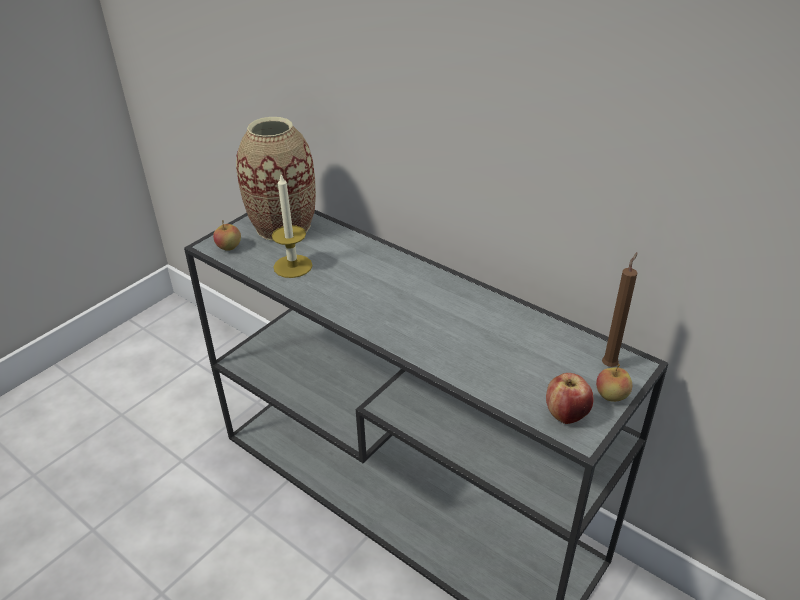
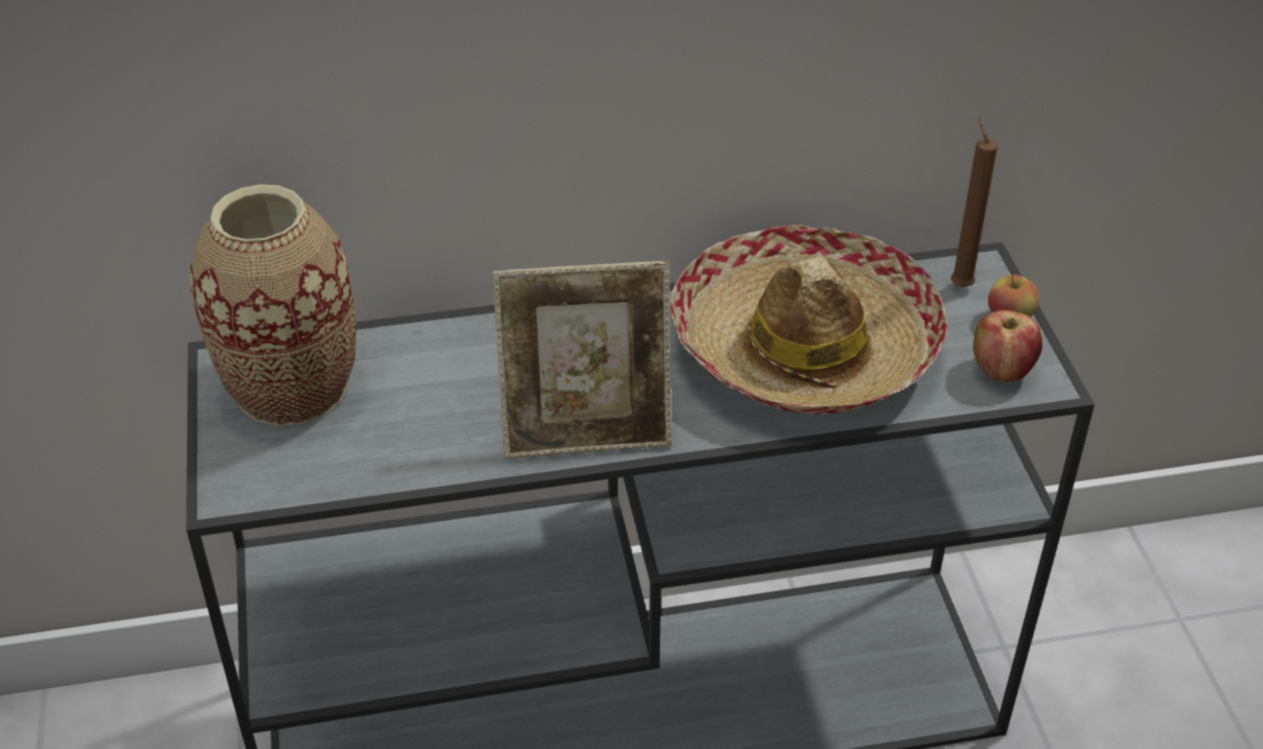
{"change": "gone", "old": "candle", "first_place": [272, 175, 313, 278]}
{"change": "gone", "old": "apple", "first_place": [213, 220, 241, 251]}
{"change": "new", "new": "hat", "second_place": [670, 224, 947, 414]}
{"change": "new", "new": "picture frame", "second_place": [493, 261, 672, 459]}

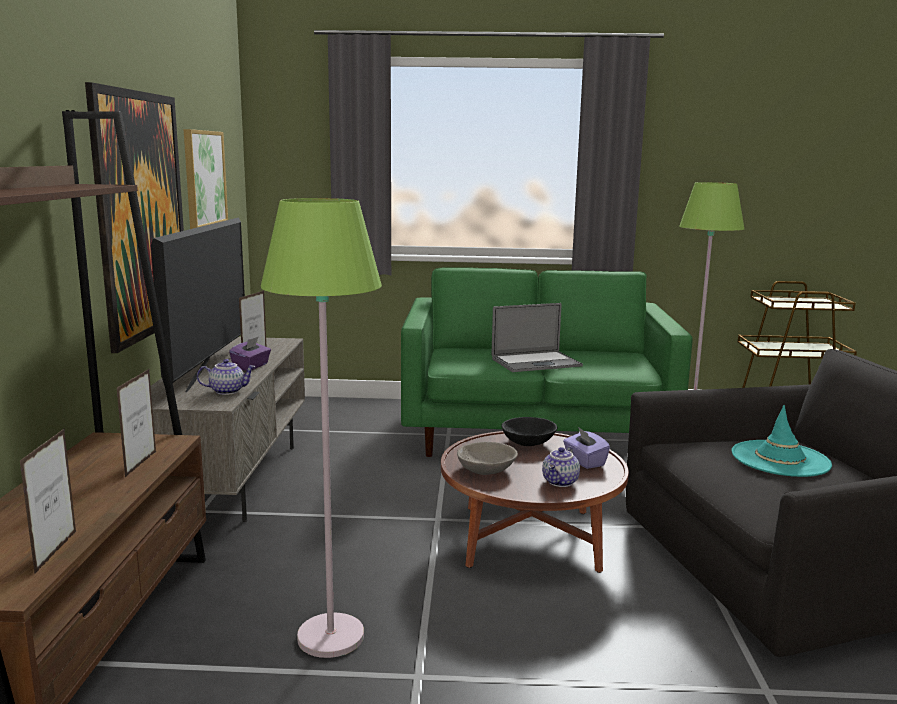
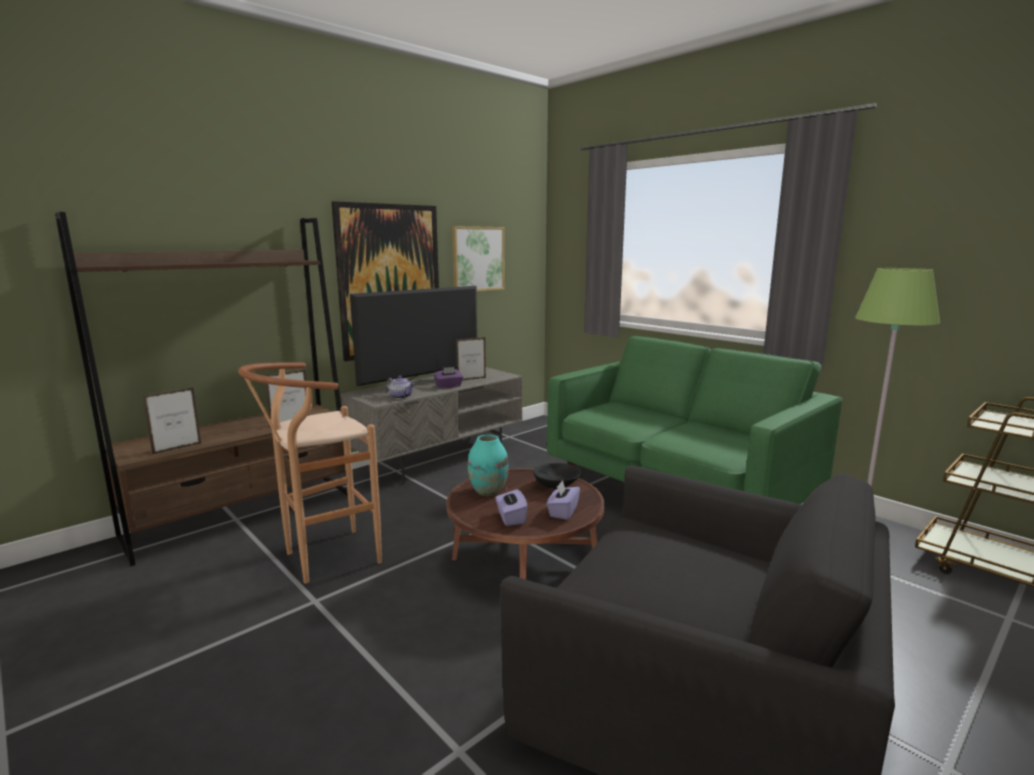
{"change": "swapped", "old": "floor lamp/green", "new": "stool/brown", "first_place": [261, 198, 382, 658], "second_place": [238, 362, 382, 584]}
{"change": "gone", "old": "laptop", "first_place": [492, 303, 583, 372]}
{"change": "gone", "old": "hat/turquoise", "first_place": [732, 405, 832, 477]}
{"change": "swapped", "old": "bowl/grey", "new": "vase/turquoise", "first_place": [457, 442, 518, 475], "second_place": [468, 435, 508, 496]}
{"change": "swapped", "old": "teapot", "new": "tissue box/purple", "first_place": [542, 446, 580, 487], "second_place": [495, 488, 528, 526]}

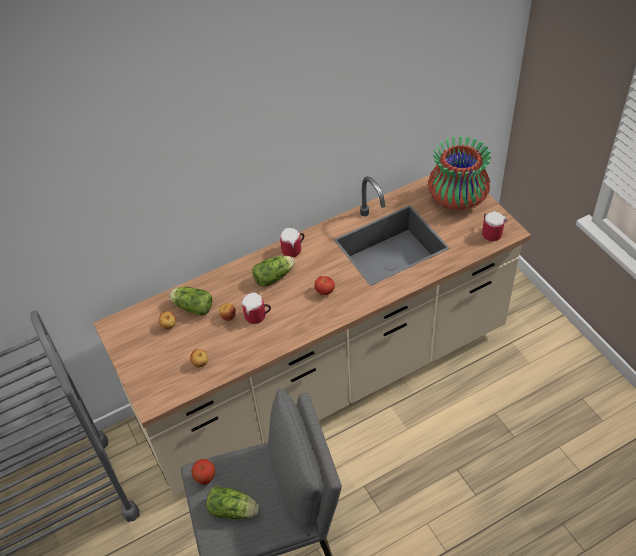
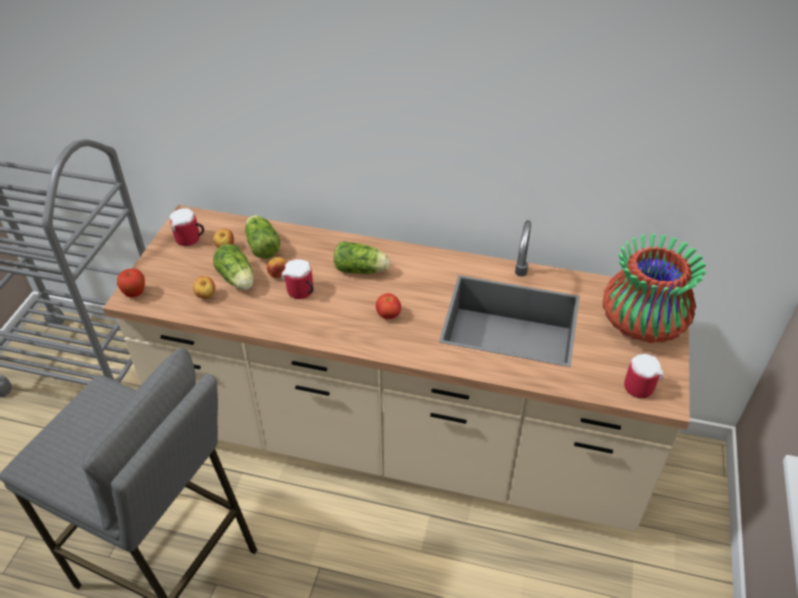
{"change": "shifted", "old": "mug", "first_place": [280, 228, 304, 257], "second_place": [169, 208, 204, 246]}
{"change": "shifted", "old": "apple", "first_place": [191, 459, 215, 485], "second_place": [117, 269, 145, 297]}
{"change": "shifted", "old": "lettuce", "first_place": [206, 486, 259, 520], "second_place": [213, 244, 254, 290]}

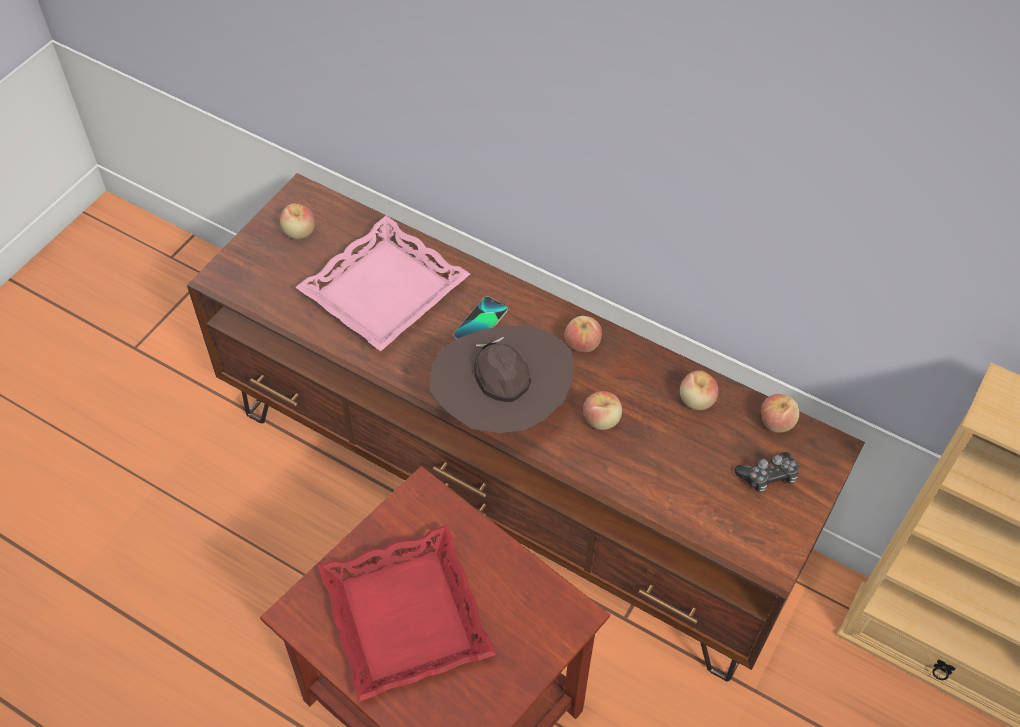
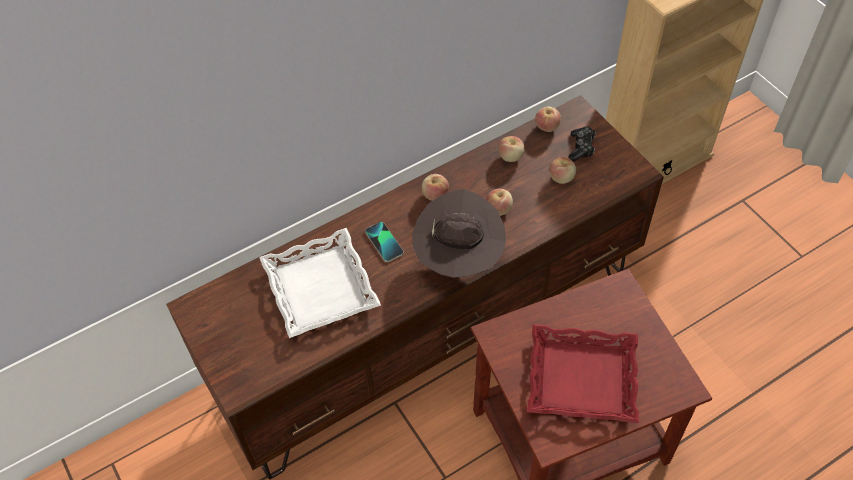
{"change": "shifted", "old": "apple", "first_place": [280, 203, 315, 239], "second_place": [549, 157, 576, 184]}
{"change": "repainted", "old": "tray/pink", "new": "tray/white", "first_place": [296, 216, 470, 351], "second_place": [259, 228, 381, 338]}

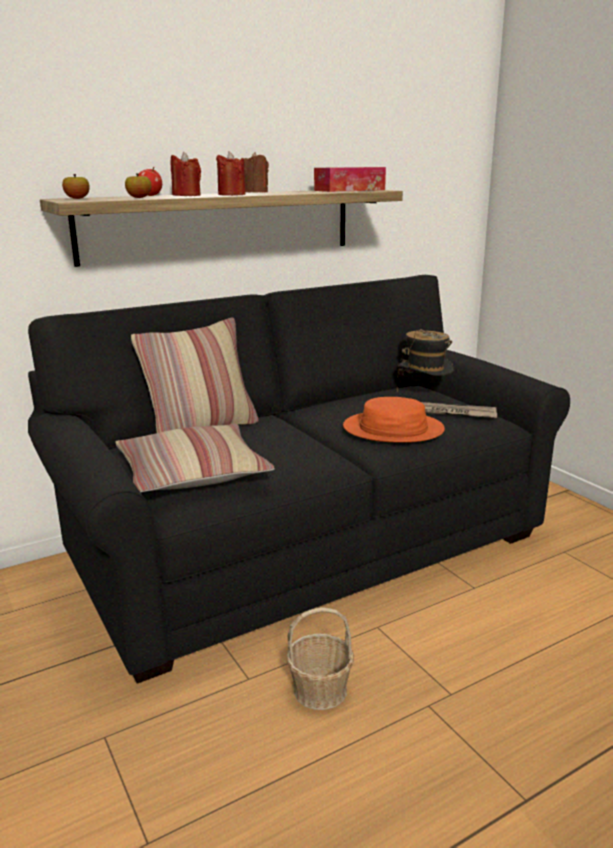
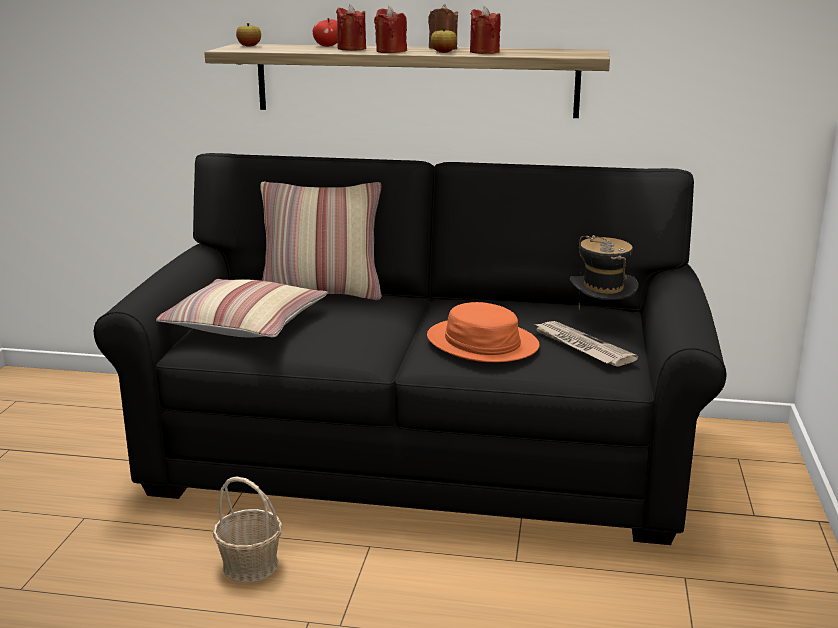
{"change": "gone", "old": "tissue box", "first_place": [314, 167, 386, 192]}
{"change": "shifted", "old": "apple", "first_place": [125, 173, 151, 198], "second_place": [431, 28, 457, 53]}
{"change": "new", "new": "candle/red", "second_place": [470, 6, 501, 54]}

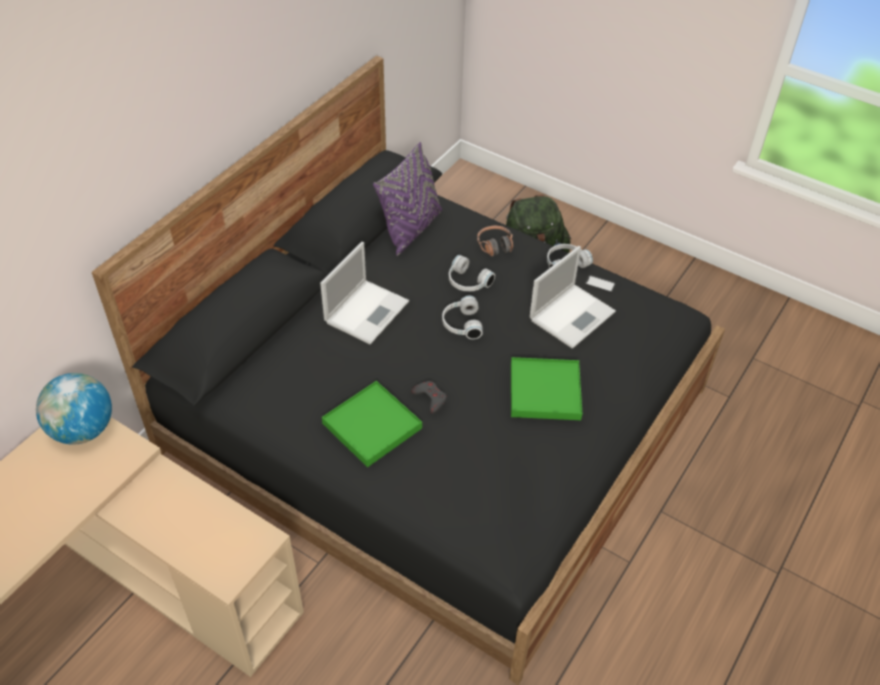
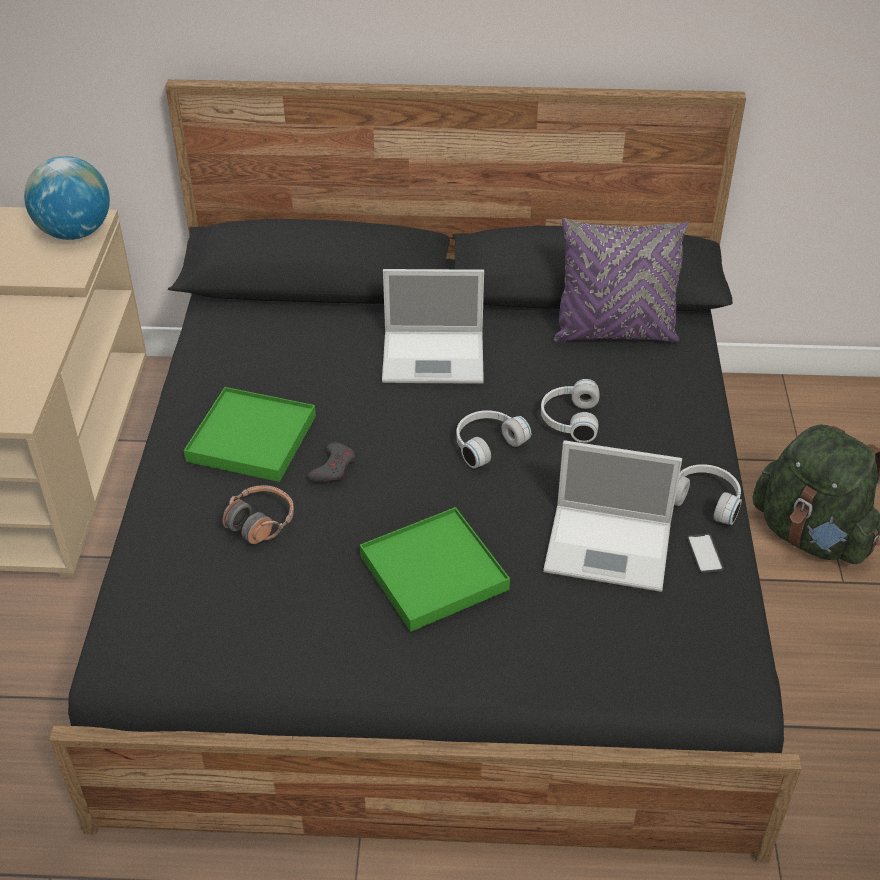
{"change": "shifted", "old": "headphones", "first_place": [477, 226, 513, 257], "second_place": [223, 485, 294, 544]}

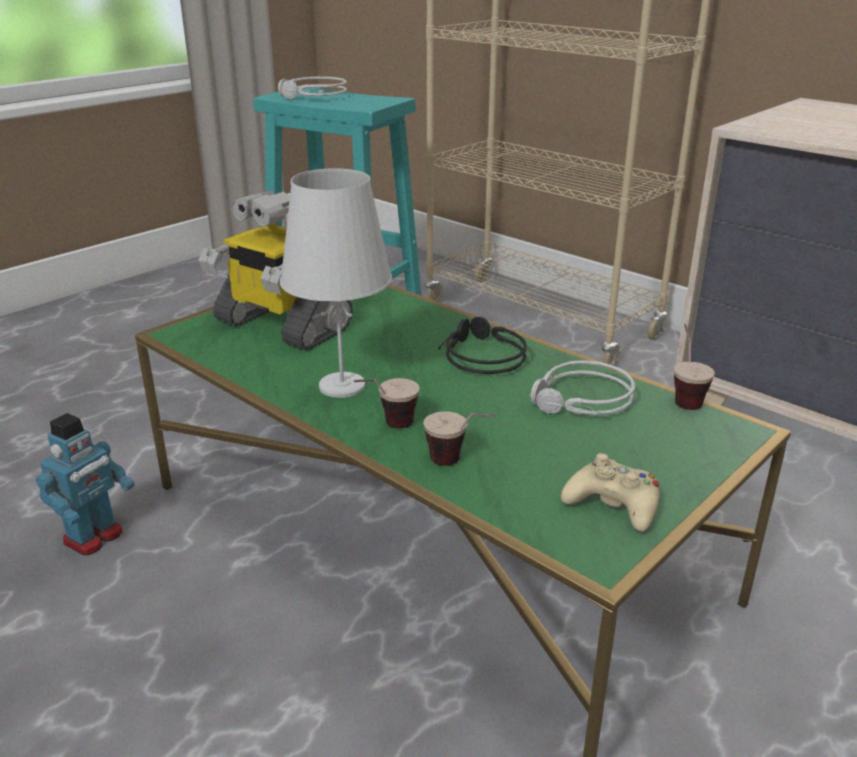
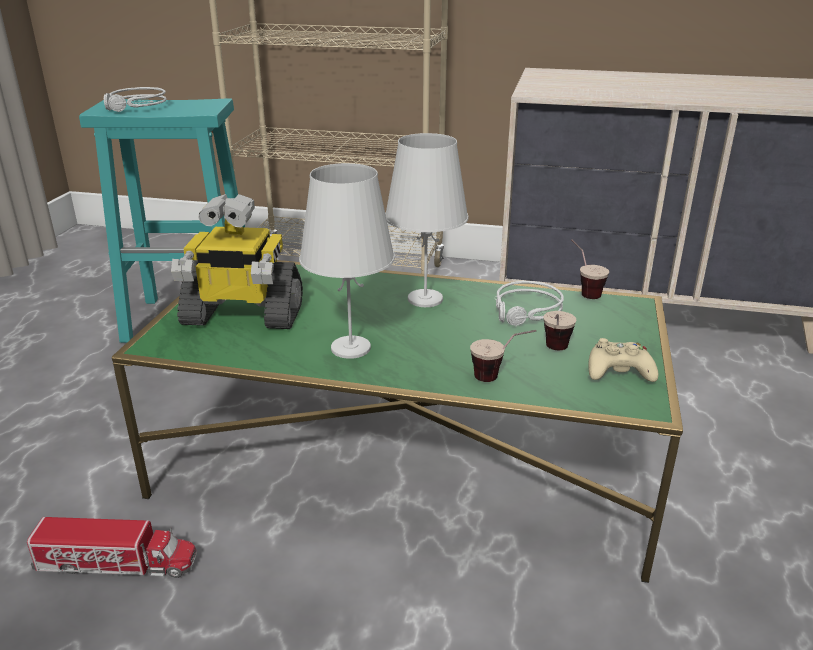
{"change": "swapped", "old": "headphones/black", "new": "table lamp/white", "first_place": [438, 317, 527, 374], "second_place": [385, 133, 469, 307]}
{"change": "shifted", "old": "cup", "first_place": [354, 378, 420, 429], "second_place": [544, 311, 576, 350]}
{"change": "swapped", "old": "toy robot", "new": "toy truck", "first_place": [36, 413, 135, 555], "second_place": [27, 517, 197, 578]}

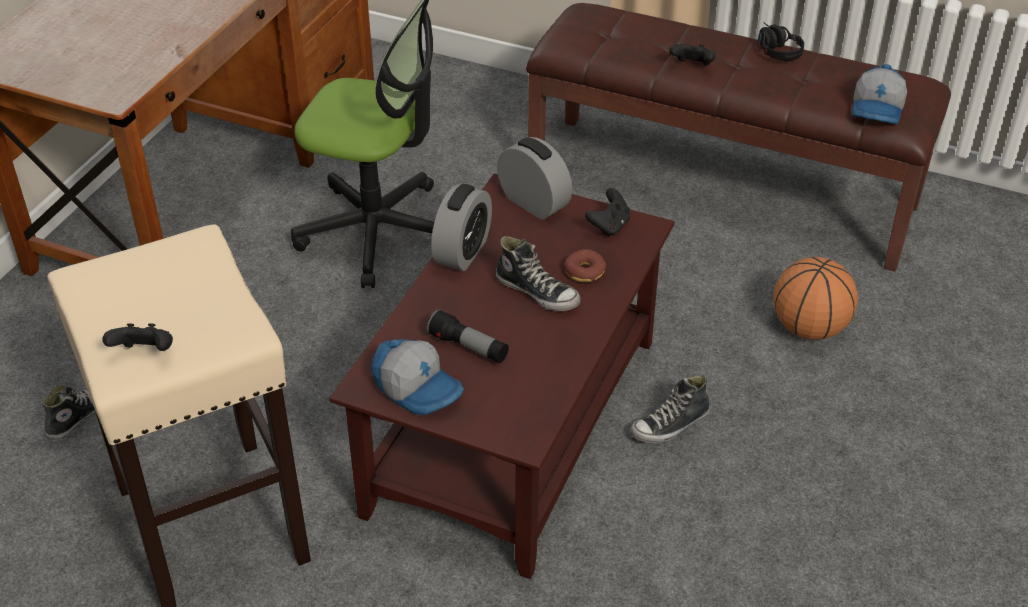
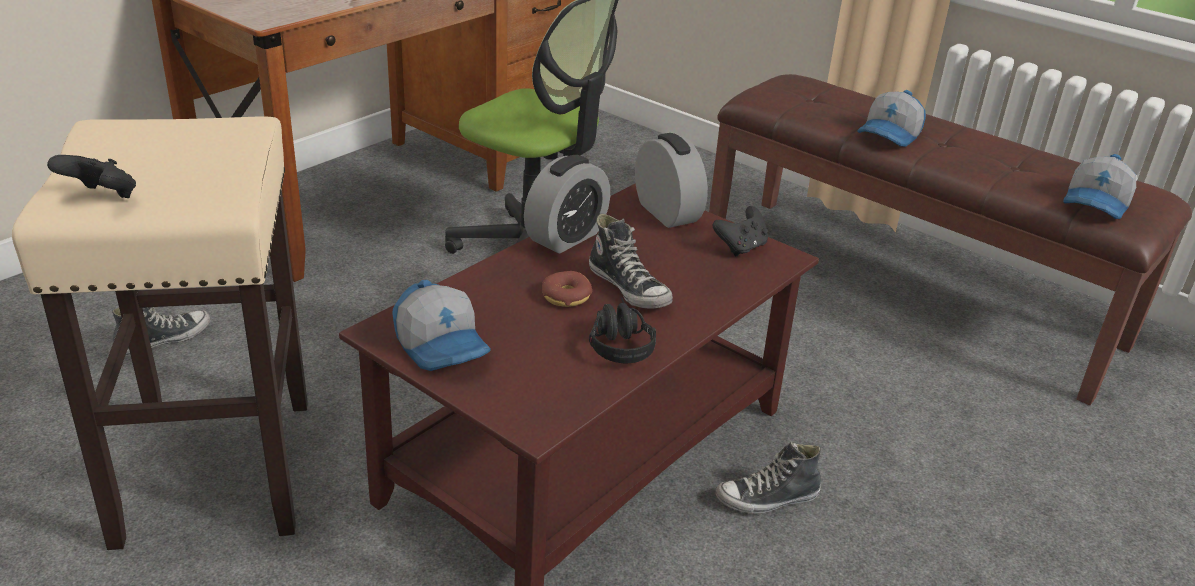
{"change": "shifted", "old": "headphones/black", "first_place": [758, 23, 804, 61], "second_place": [589, 298, 656, 363]}
{"change": "swapped", "old": "game controller/black", "new": "cap", "first_place": [669, 44, 716, 66], "second_place": [857, 90, 926, 147]}
{"change": "shifted", "old": "donut", "first_place": [564, 249, 606, 282], "second_place": [542, 271, 592, 307]}
{"change": "gone", "old": "basketball", "first_place": [773, 257, 858, 340]}
{"change": "gone", "old": "flashlight", "first_place": [427, 309, 509, 363]}

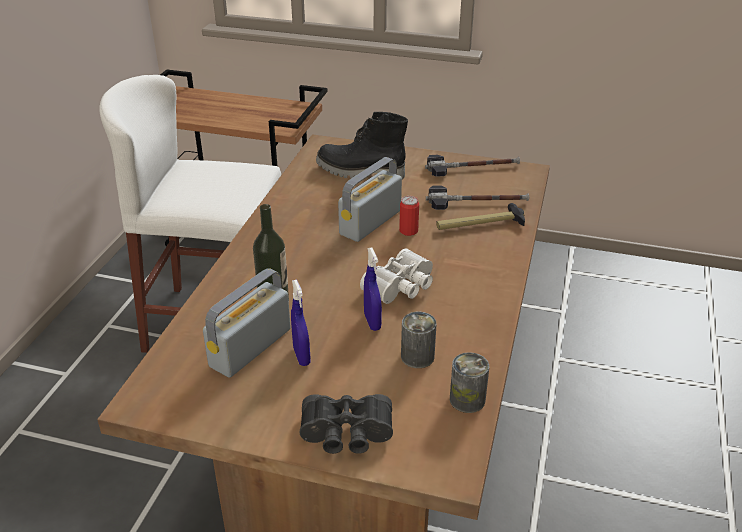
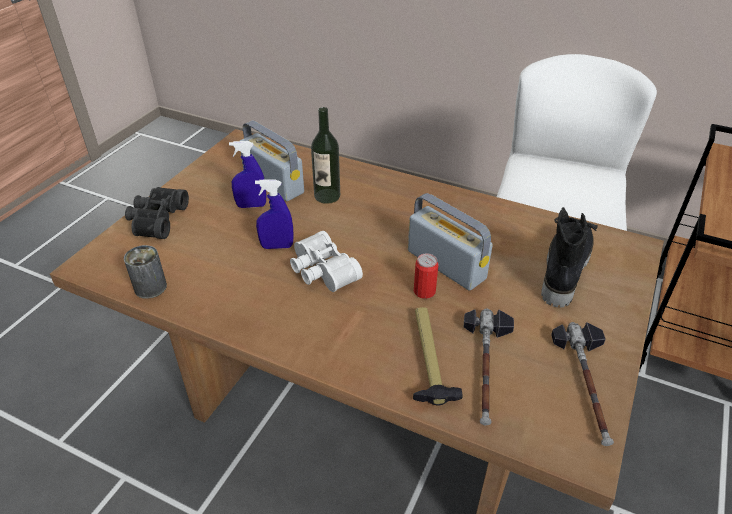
{"change": "gone", "old": "can", "first_place": [401, 312, 437, 368]}

